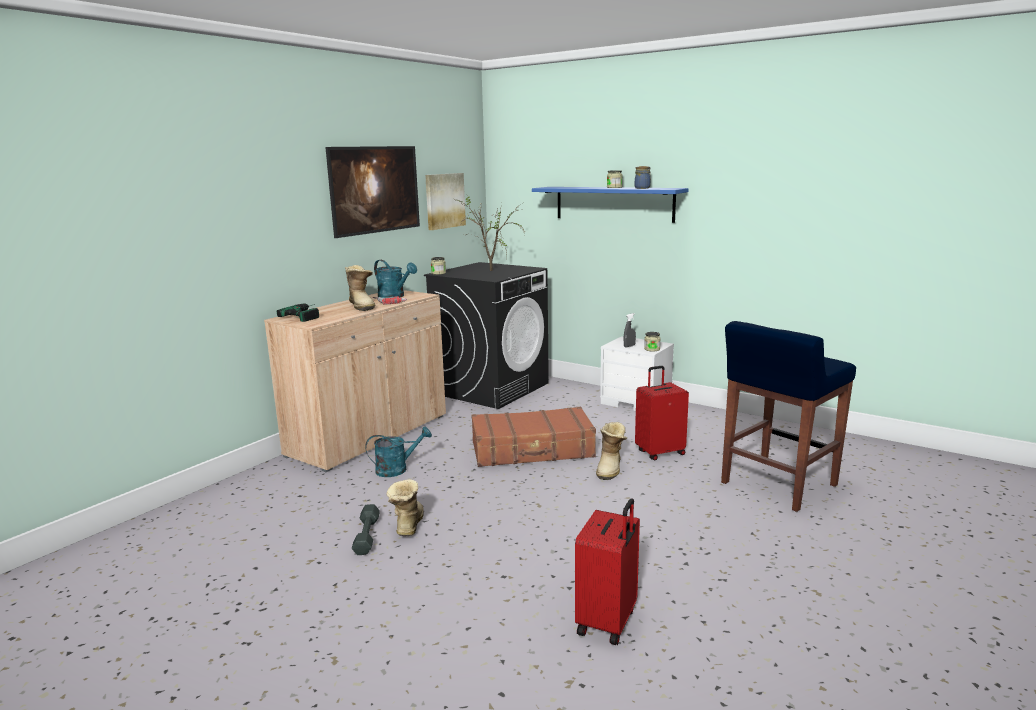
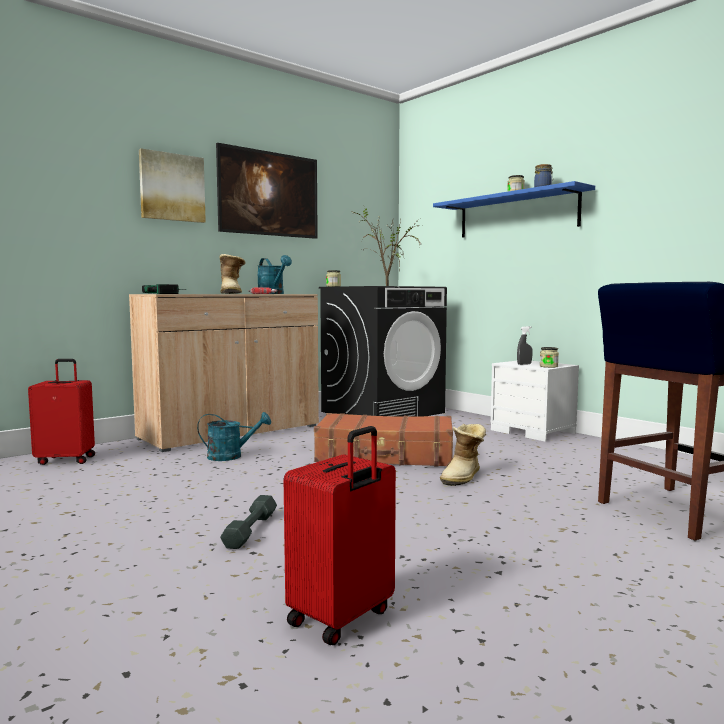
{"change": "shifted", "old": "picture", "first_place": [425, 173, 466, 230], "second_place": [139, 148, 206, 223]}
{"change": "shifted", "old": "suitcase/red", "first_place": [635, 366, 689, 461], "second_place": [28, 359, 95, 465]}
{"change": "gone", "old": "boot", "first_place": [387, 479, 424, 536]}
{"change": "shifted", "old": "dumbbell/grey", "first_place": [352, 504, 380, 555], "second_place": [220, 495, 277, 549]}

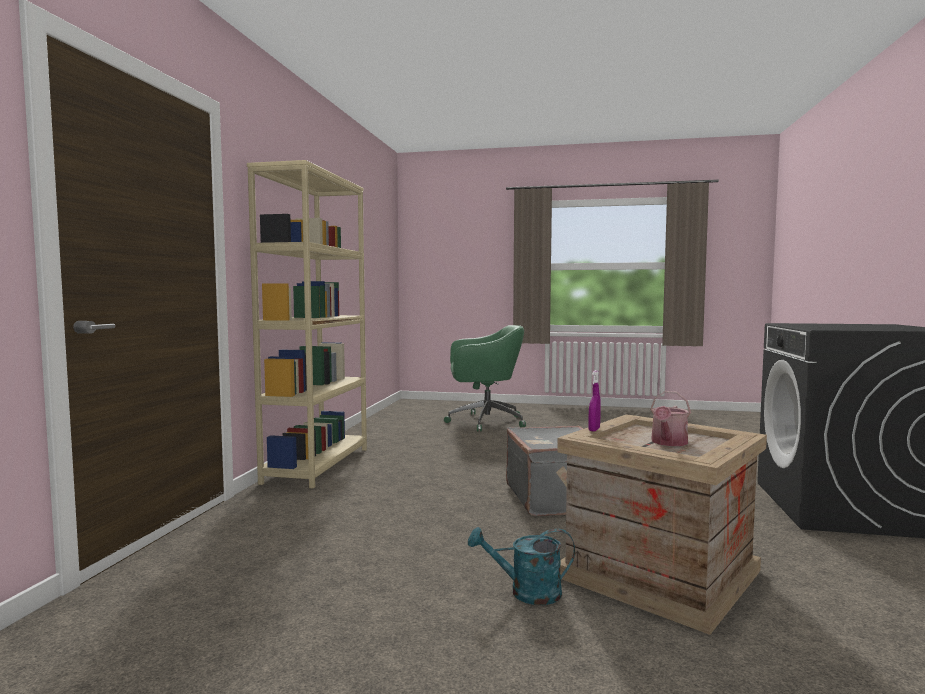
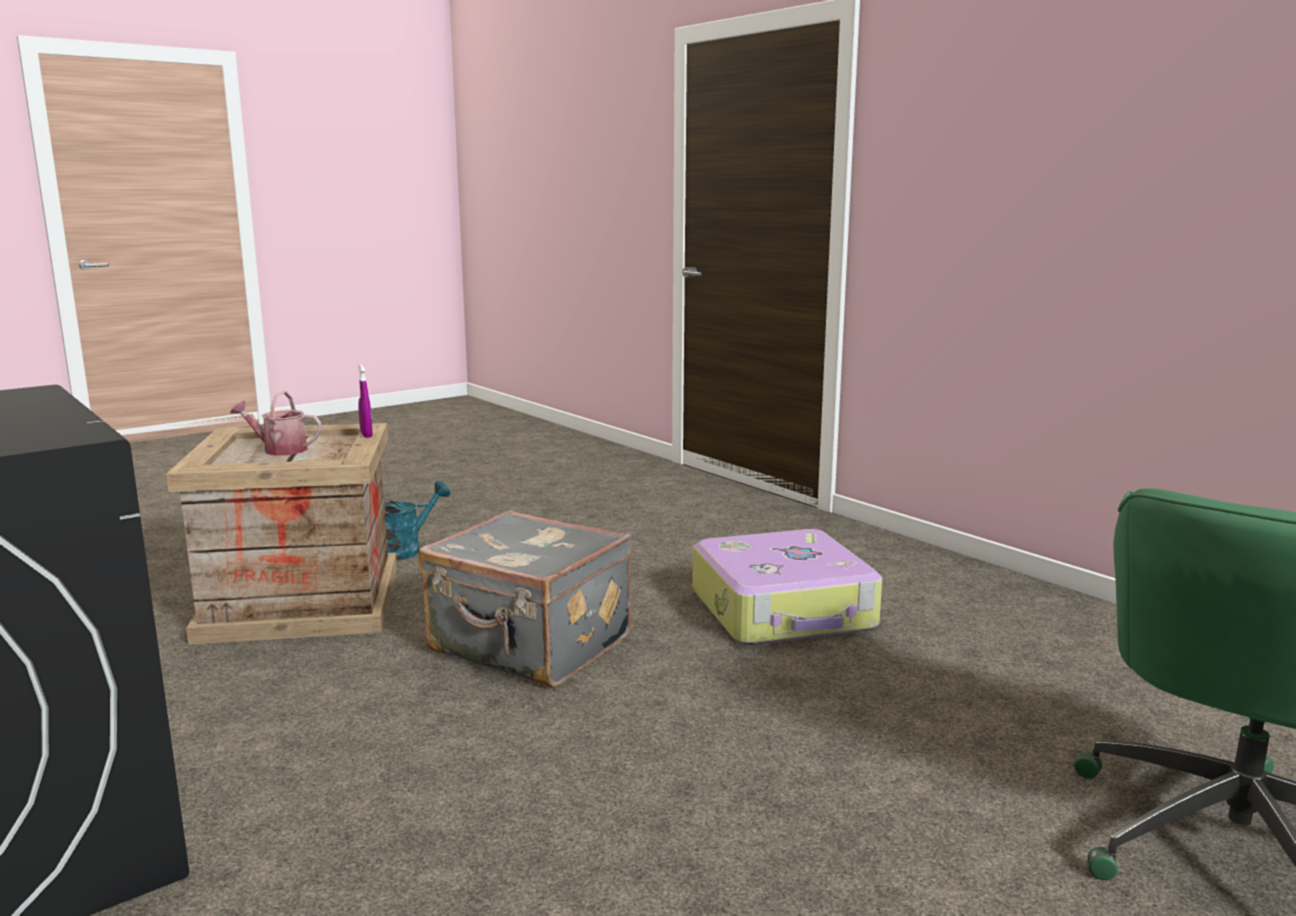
{"change": "gone", "old": "bookcase/beige", "first_place": [247, 160, 367, 489]}
{"change": "rotated", "old": "watering can", "first_place": [650, 391, 691, 446], "second_place": [230, 391, 322, 456], "degrees": -60}
{"change": "new", "new": "suitcase", "second_place": [692, 529, 882, 645]}

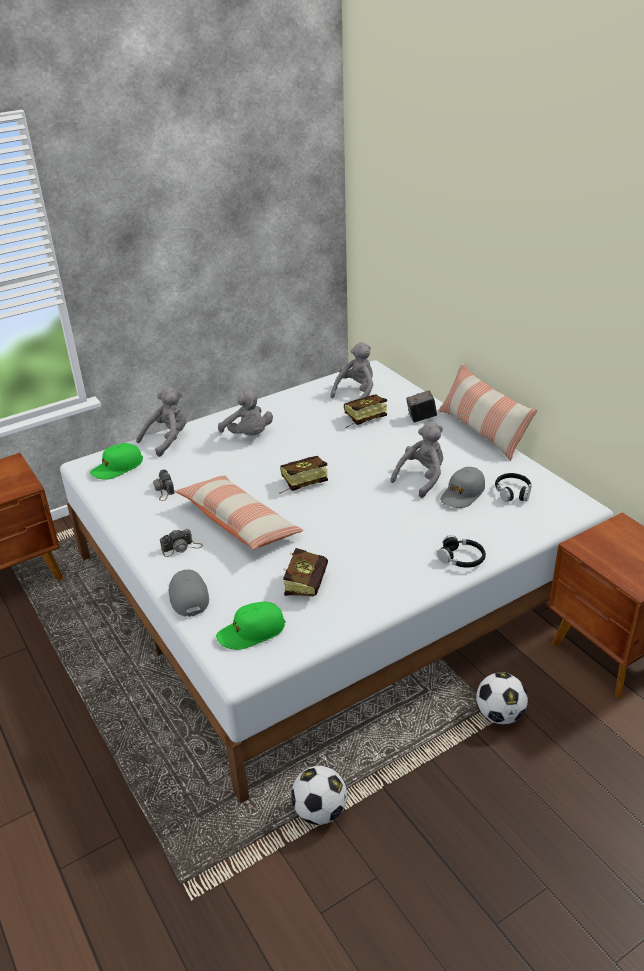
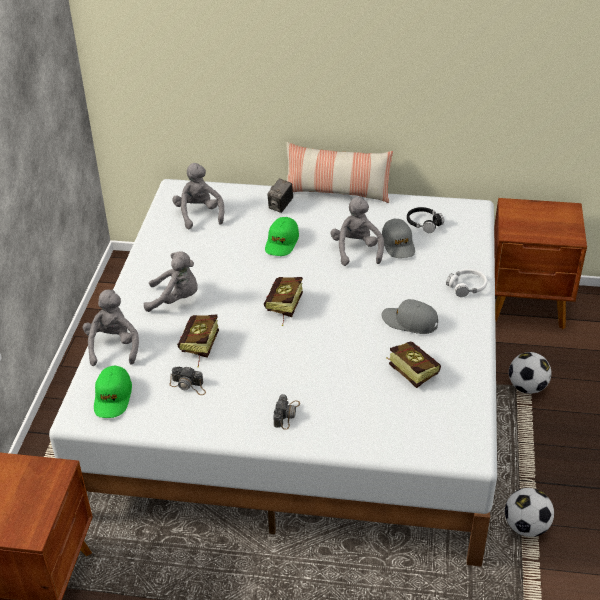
{"change": "shifted", "old": "book", "first_place": [344, 394, 387, 428], "second_place": [177, 314, 219, 368]}
{"change": "gone", "old": "pillow", "first_place": [174, 475, 303, 550]}
{"change": "repainted", "old": "headphones/black", "new": "headphones/white", "first_place": [437, 535, 486, 568], "second_place": [446, 269, 487, 297]}
{"change": "shifted", "old": "cap/grey", "first_place": [169, 570, 209, 617], "second_place": [382, 299, 438, 334]}
{"change": "shifted", "old": "cap/green", "first_place": [216, 602, 285, 650], "second_place": [265, 217, 299, 256]}

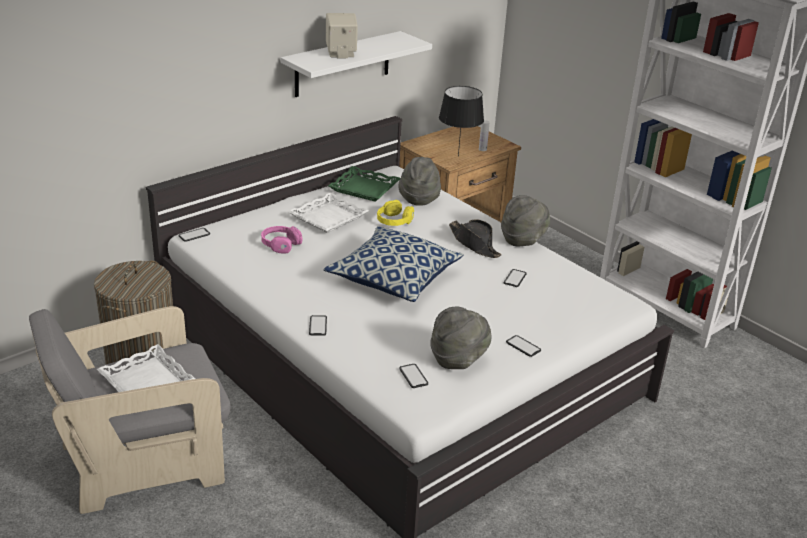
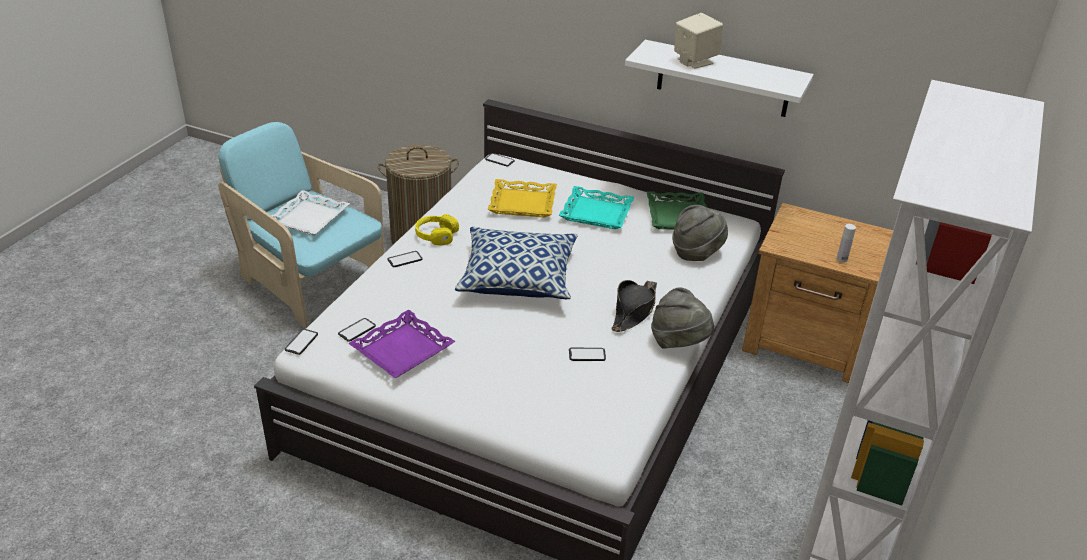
{"change": "gone", "old": "table lamp/black", "first_place": [439, 86, 484, 157]}
{"change": "repainted", "old": "tray/white", "new": "tray/turquoise", "first_place": [288, 193, 369, 233], "second_place": [559, 186, 635, 229]}
{"change": "shifted", "old": "headphones/yellow", "first_place": [377, 200, 414, 226], "second_place": [415, 214, 459, 246]}
{"change": "swapped", "old": "headphones/pink", "new": "tray/yellow", "first_place": [261, 226, 303, 253], "second_place": [487, 179, 557, 218]}
{"change": "repainted", "old": "armchair/grey", "new": "armchair/turquoise", "first_place": [29, 306, 230, 514], "second_place": [218, 122, 384, 328]}
{"change": "swapped", "old": "hat/grey", "new": "tray/purple", "first_place": [430, 306, 491, 369], "second_place": [348, 309, 455, 378]}
{"change": "shifted", "old": "phone", "first_place": [506, 335, 541, 357], "second_place": [285, 329, 318, 355]}

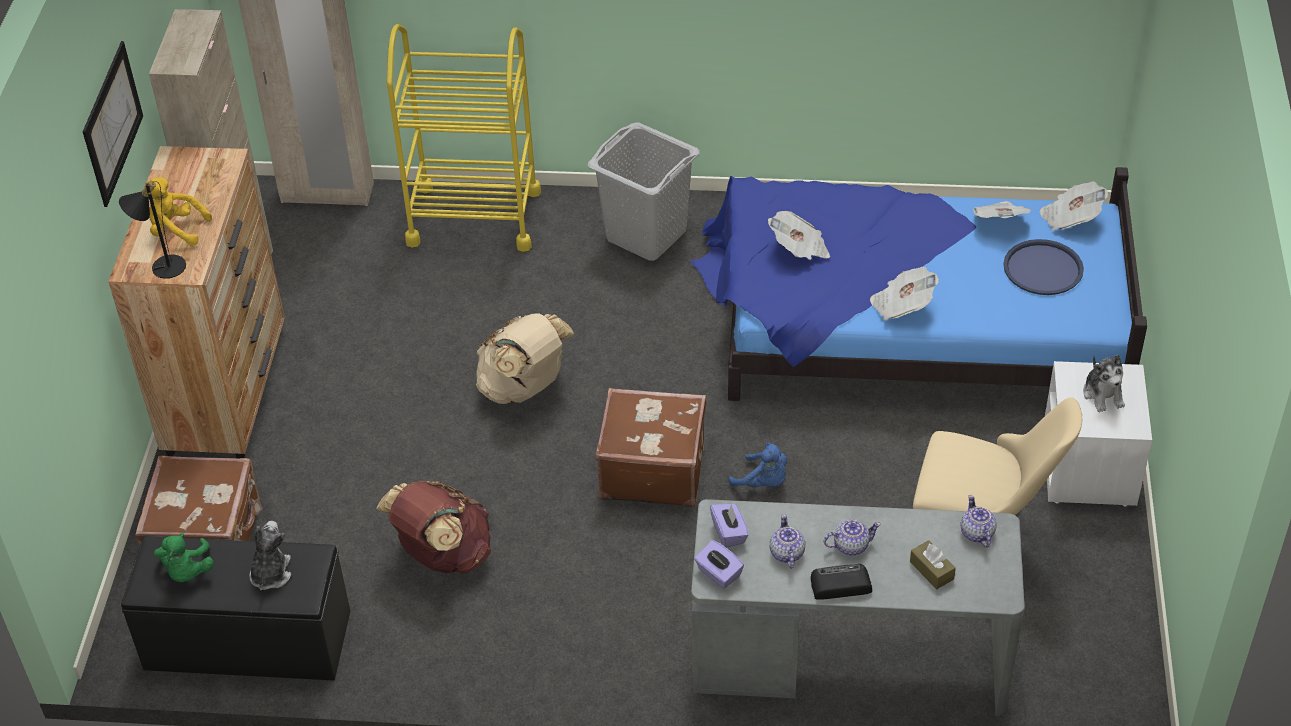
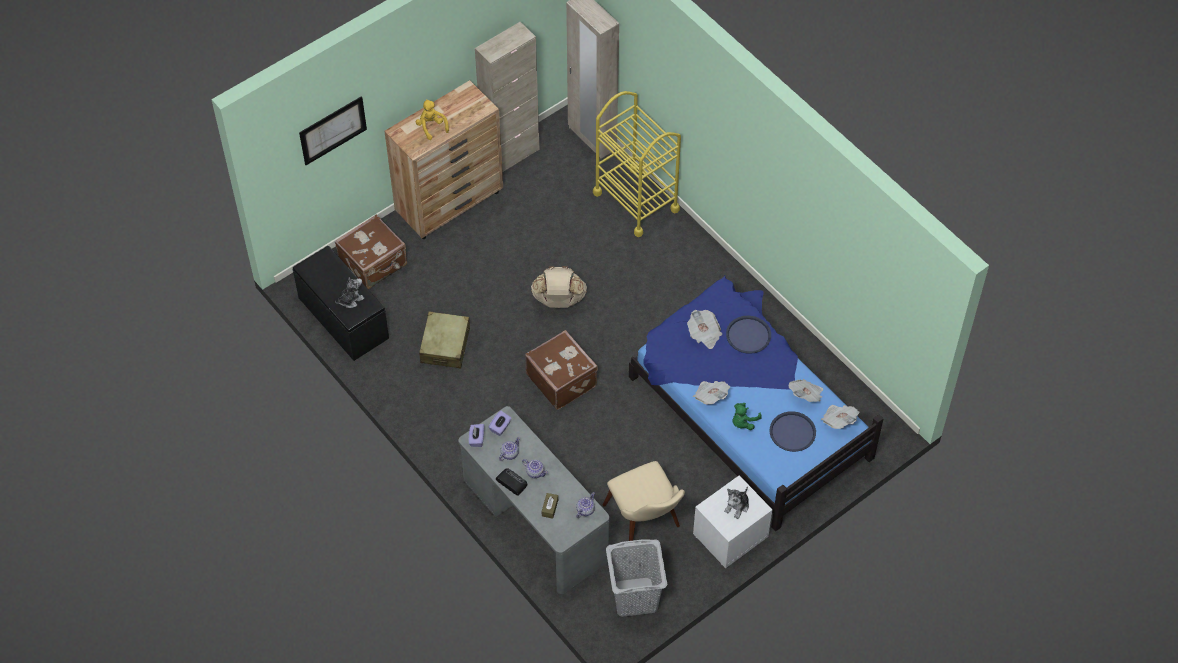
{"change": "shifted", "old": "picture", "first_place": [83, 41, 143, 207], "second_place": [299, 96, 367, 165]}
{"change": "shifted", "old": "laundry basket/grey", "first_place": [588, 123, 700, 261], "second_place": [606, 539, 667, 617]}
{"change": "gone", "old": "table lamp/black", "first_place": [119, 181, 186, 279]}
{"change": "gone", "old": "plush toy/blue", "first_place": [728, 442, 787, 487]}
{"change": "swapped", "old": "backpack/brown", "new": "suitcase/beige", "first_place": [376, 481, 491, 573], "second_place": [419, 311, 470, 368]}
{"change": "shifted", "old": "plush toy/green", "first_place": [154, 533, 214, 582], "second_place": [733, 403, 762, 430]}
{"change": "new", "new": "tray/blue", "second_place": [726, 316, 771, 354]}

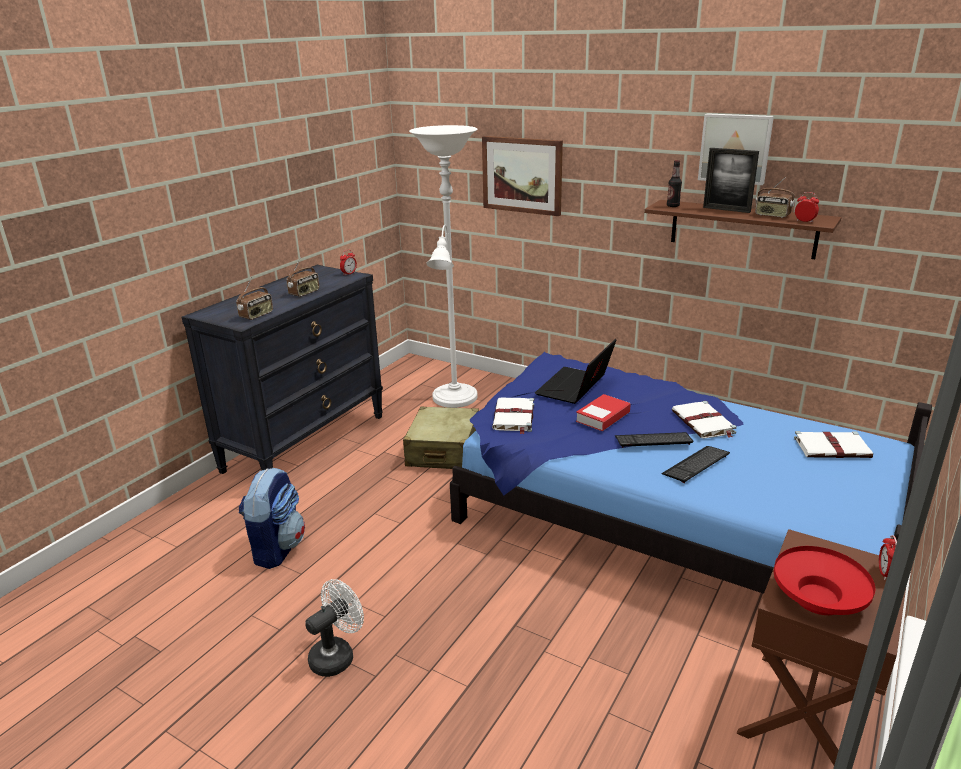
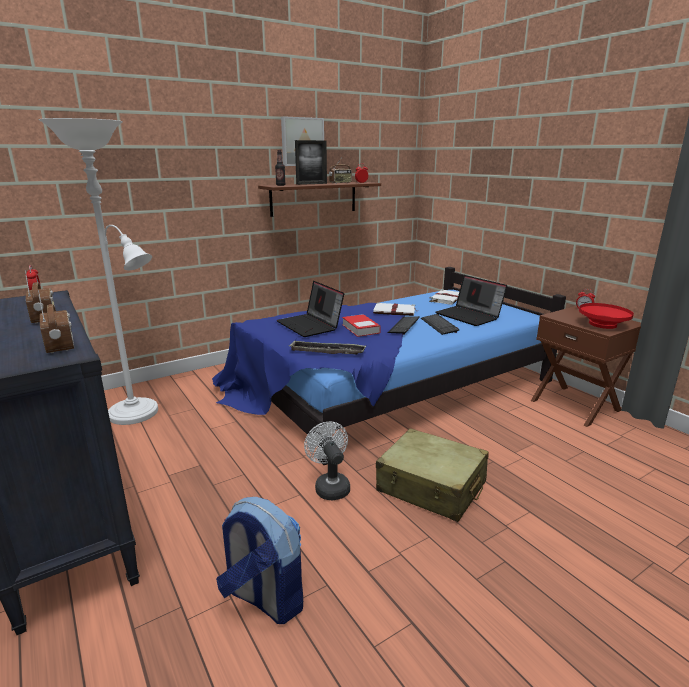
{"change": "gone", "old": "picture", "first_place": [482, 136, 563, 216]}
{"change": "swapped", "old": "book/white", "new": "tray", "first_place": [492, 397, 534, 434], "second_place": [289, 340, 366, 355]}
{"change": "shifted", "old": "suitcase/beige", "first_place": [403, 406, 479, 469], "second_place": [376, 428, 489, 522]}
{"change": "shifted", "old": "fan/white", "first_place": [305, 579, 364, 677], "second_place": [304, 421, 350, 501]}
{"change": "new", "new": "laptop", "second_place": [435, 275, 507, 326]}

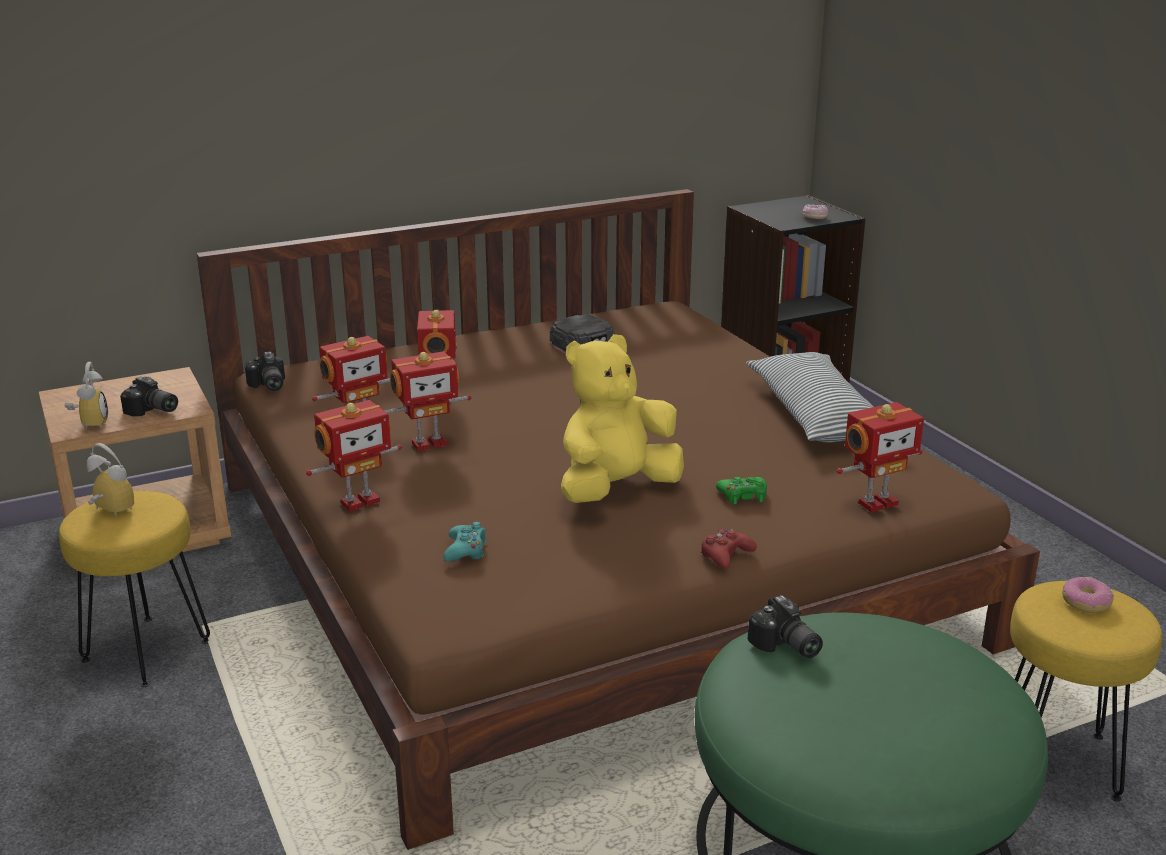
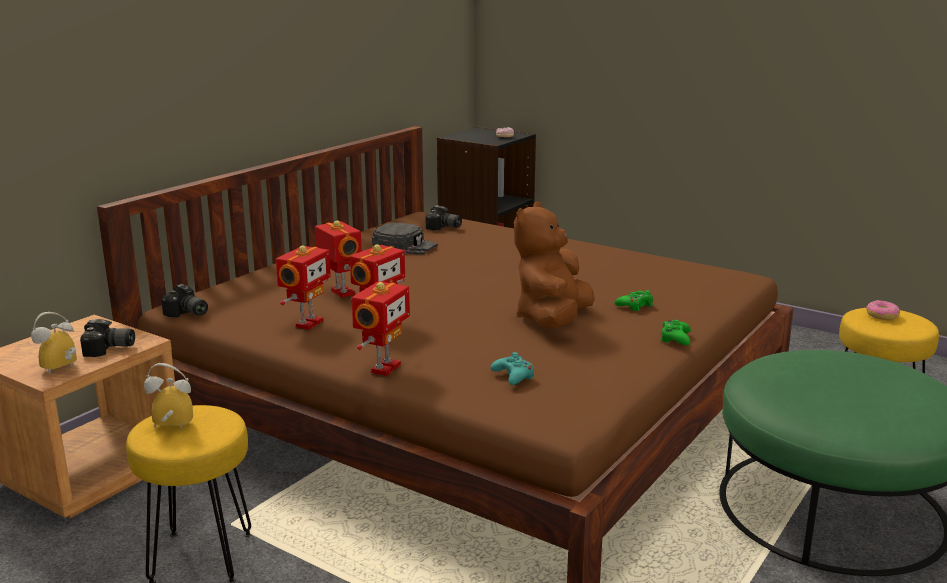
{"change": "repainted", "old": "plush toy/yellow", "new": "plush toy/brown", "first_place": [561, 334, 684, 503], "second_place": [514, 202, 595, 328]}
{"change": "gone", "old": "pillow", "first_place": [746, 352, 873, 443]}
{"change": "rotated", "old": "alarm clock", "first_place": [65, 362, 108, 429], "second_place": [31, 312, 77, 375], "degrees": -105}
{"change": "gone", "old": "toy robot", "first_place": [837, 402, 924, 512]}
{"change": "repainted", "old": "game controller/red", "new": "game controller/green", "first_place": [701, 528, 757, 569], "second_place": [660, 320, 691, 345]}
{"change": "shifted", "old": "photo camera", "first_place": [748, 595, 823, 658], "second_place": [426, 205, 462, 231]}

